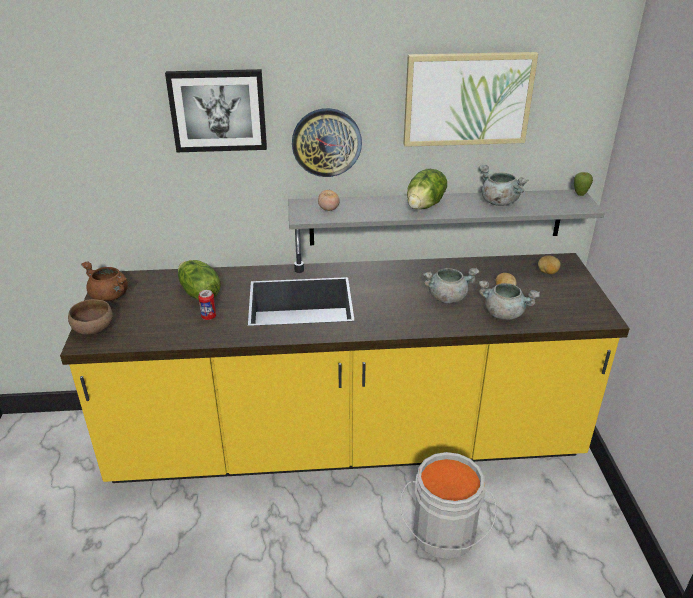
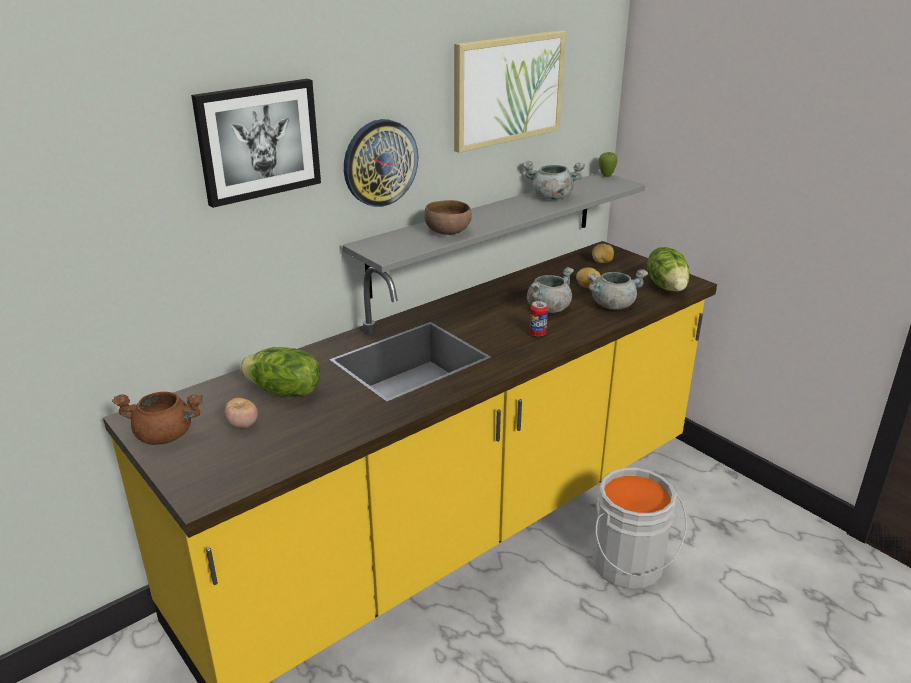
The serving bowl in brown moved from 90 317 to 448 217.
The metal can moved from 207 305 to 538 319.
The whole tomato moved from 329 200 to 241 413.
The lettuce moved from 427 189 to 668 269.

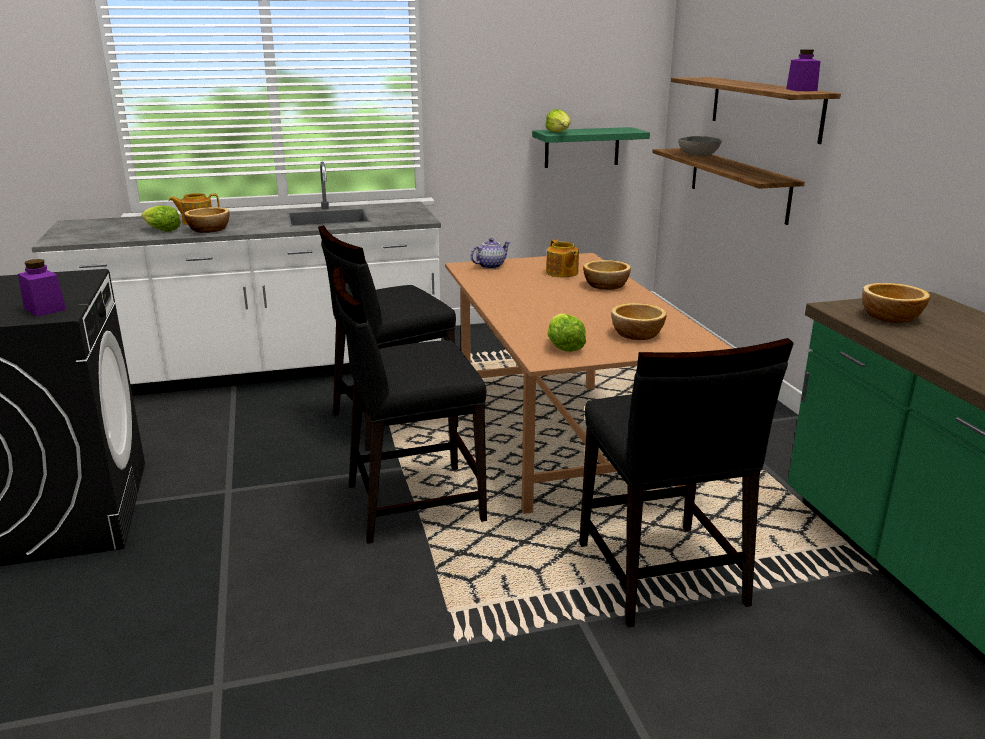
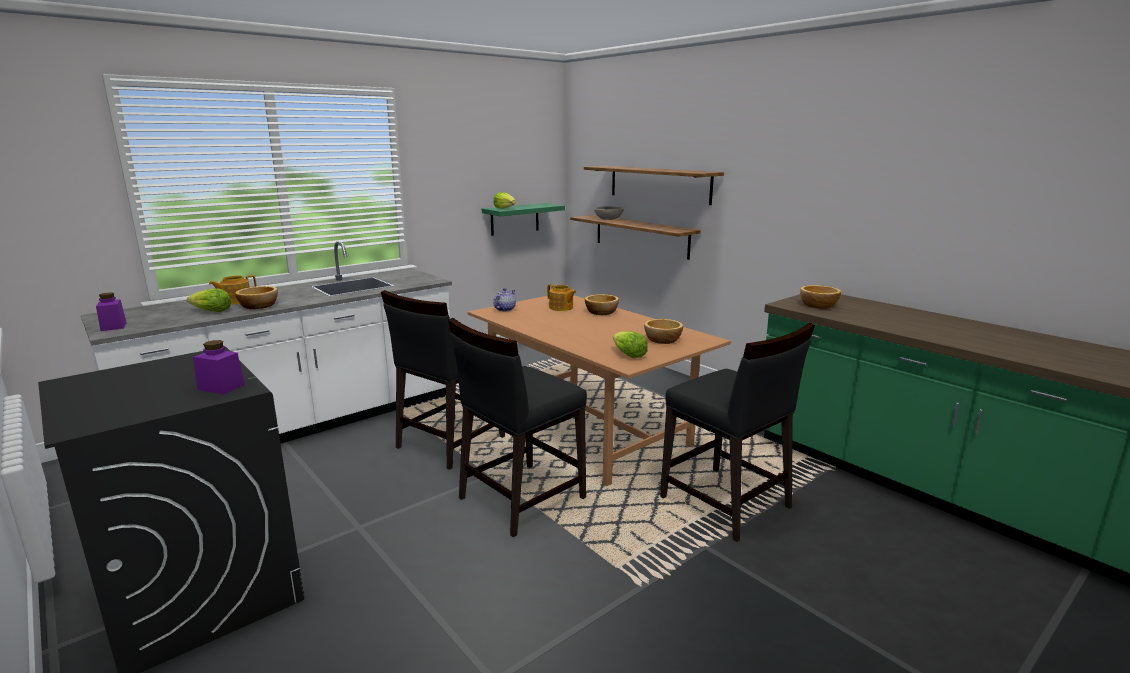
The jar in purplish moved from 803 70 to 111 312.

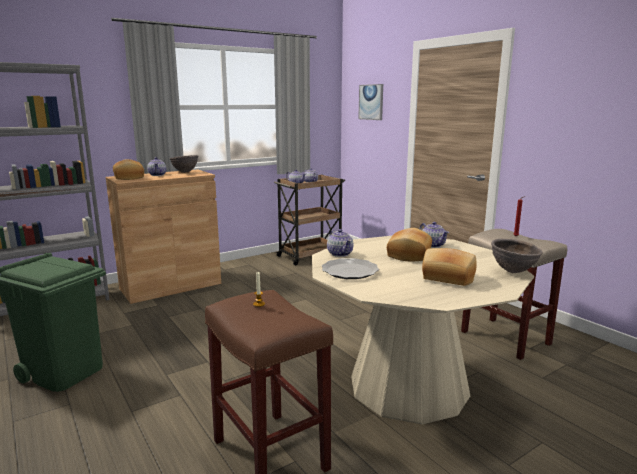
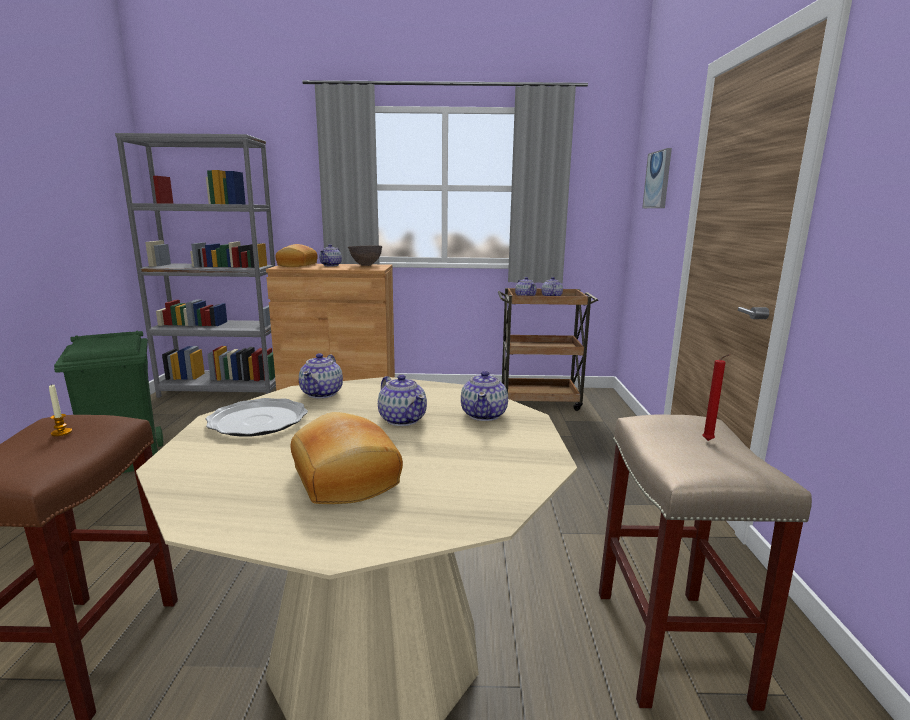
The baked bread at 409 244 was replaced by the pot for tea at 402 400.
The serving bowl in brown at 517 256 disappeared.

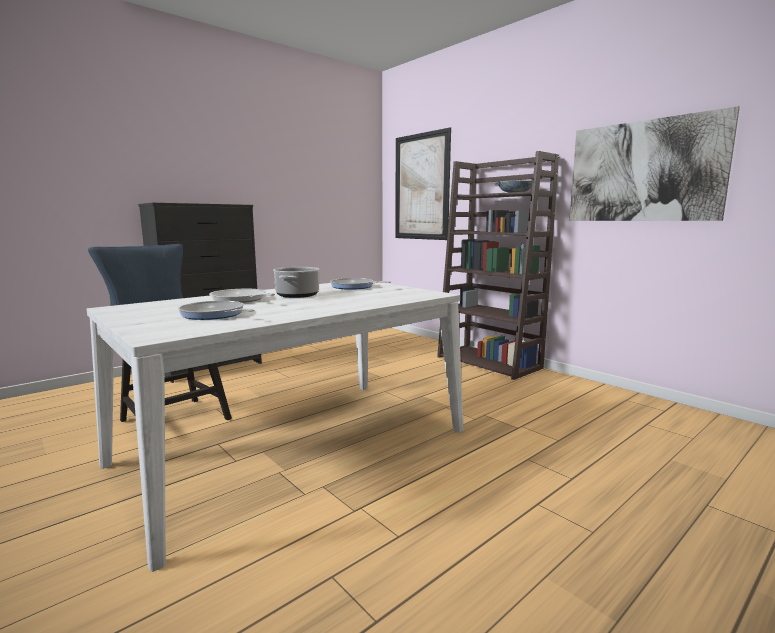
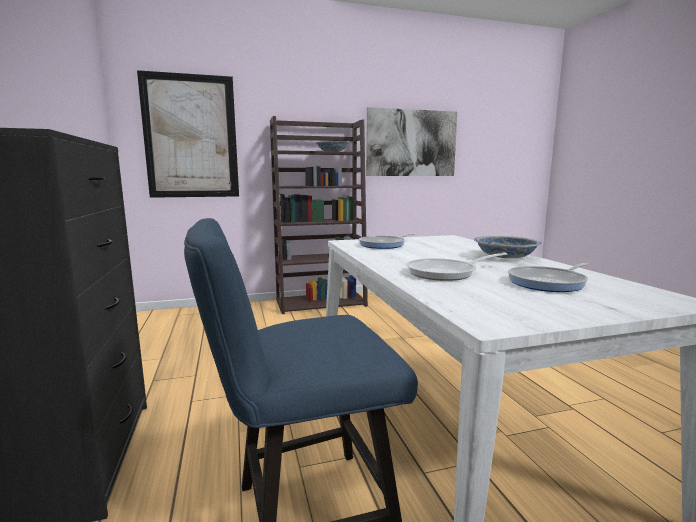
The saucepot at 296 282 disappeared.
The serving bowl at 508 247 appeared.

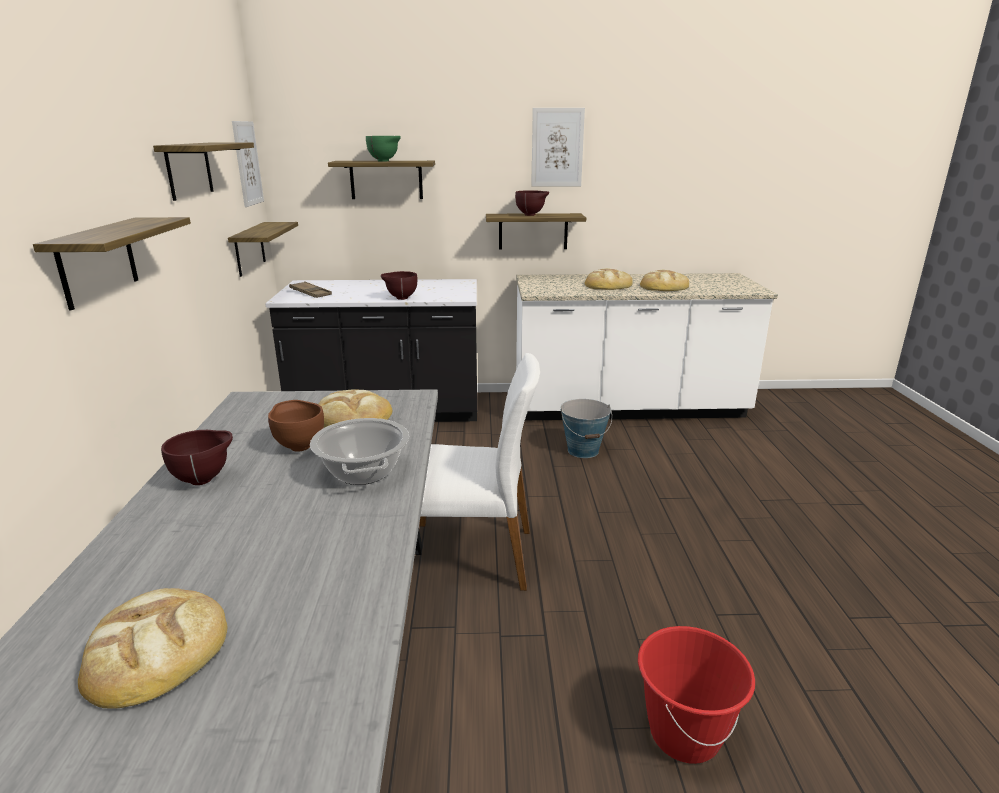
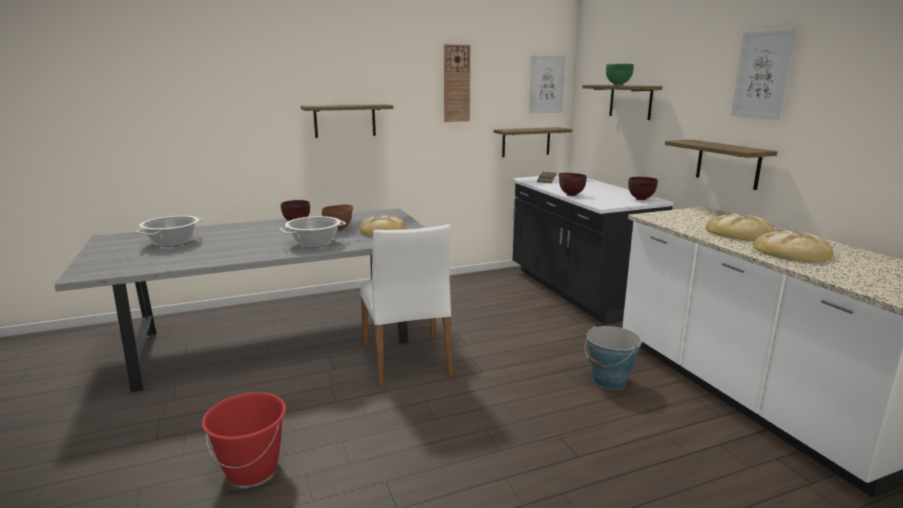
The baked bread at 152 648 was replaced by the saucepot at 169 231.
The wall shelf at 203 171 was replaced by the clock on the wall at 457 83.
The serving bowl in brown moved from 532 203 to 643 188.

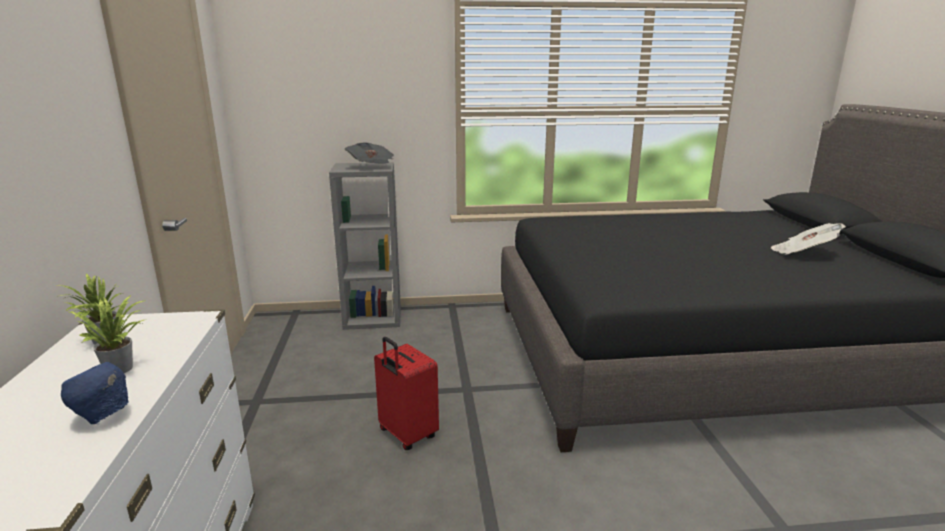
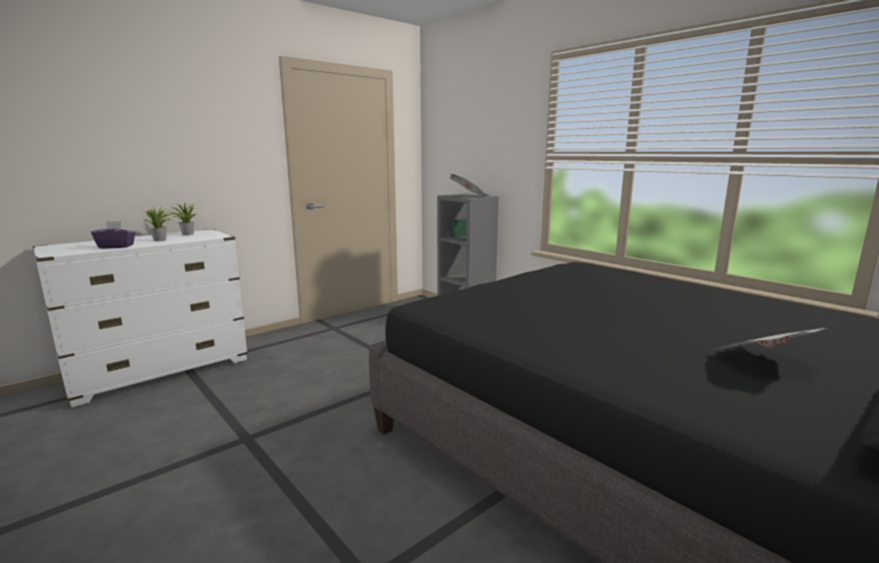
The serving bowl in bluish at 95 393 was replaced by the box of tissues in purplish at 113 234.
The travel case in red-coloured at 406 393 disappeared.

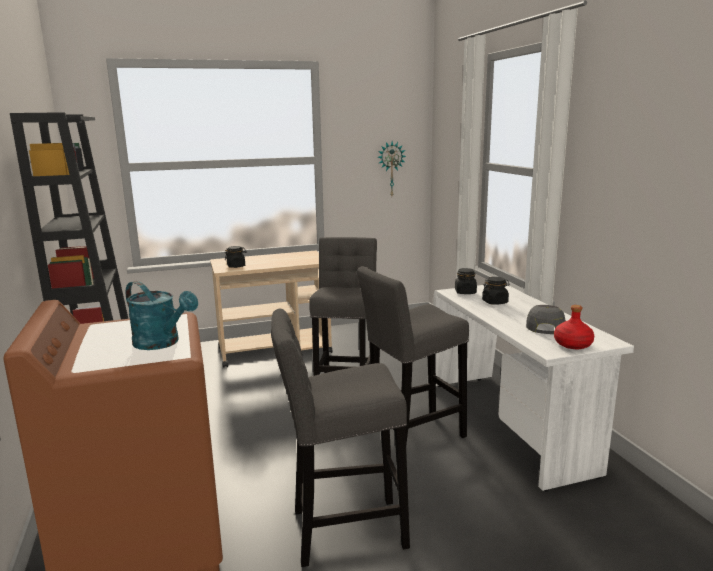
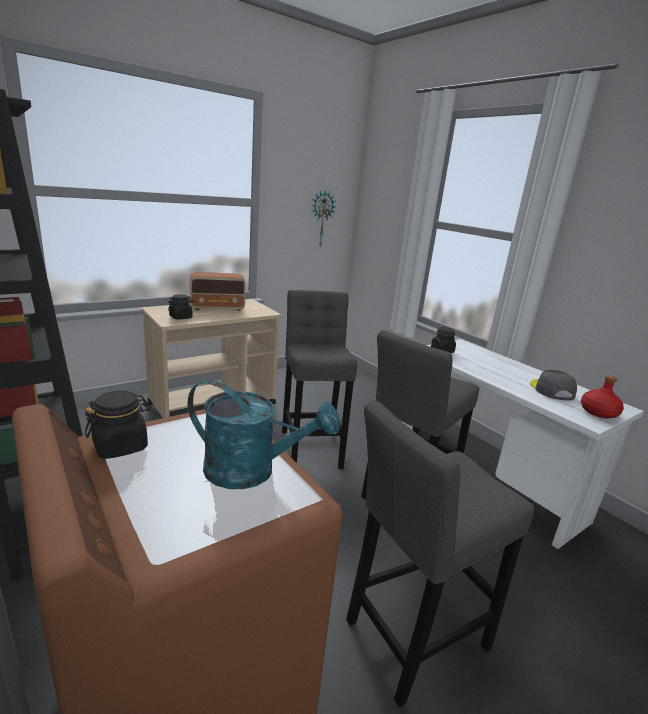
The jar in black-coloured moved from 496 291 to 118 425.
The radio at 218 291 appeared.

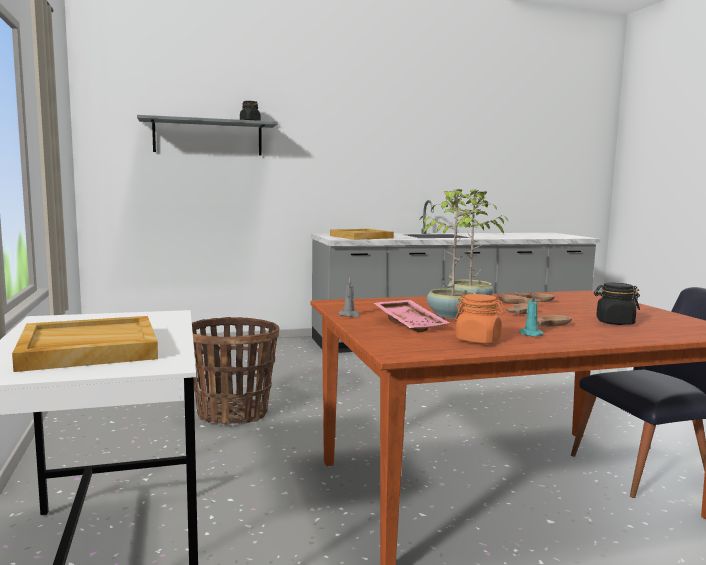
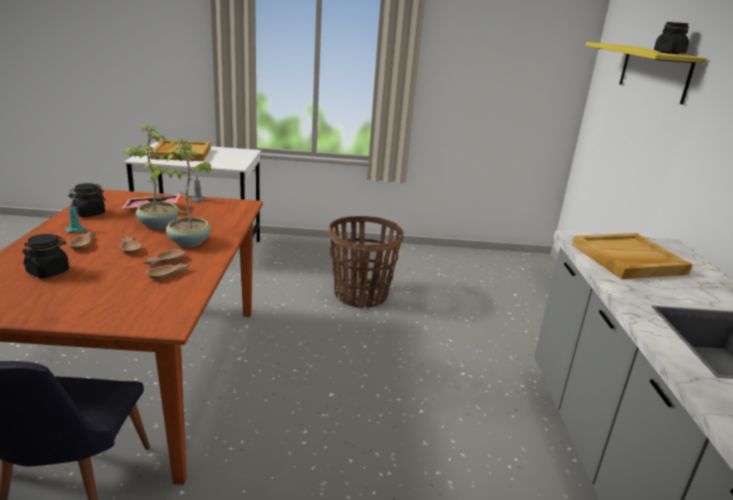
The wall shelf in greyish at 207 135 became the wall shelf in yellow at 646 73.
The jar in orange at 480 319 became the jar in black-coloured at 87 200.

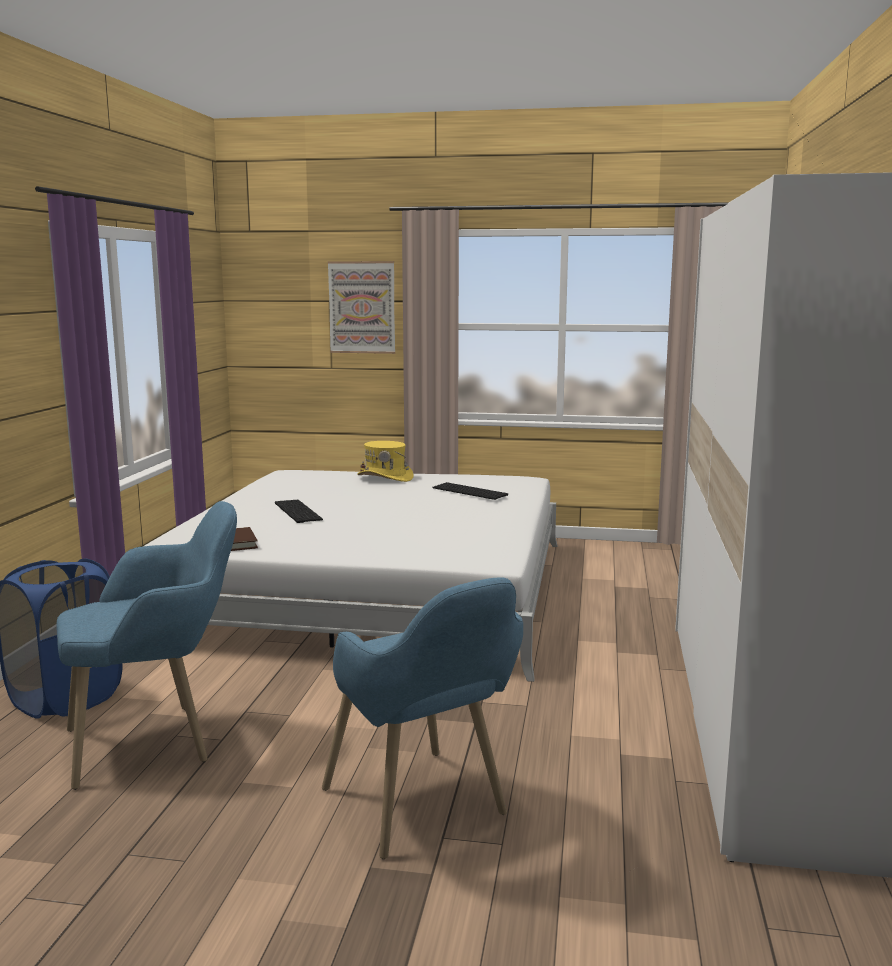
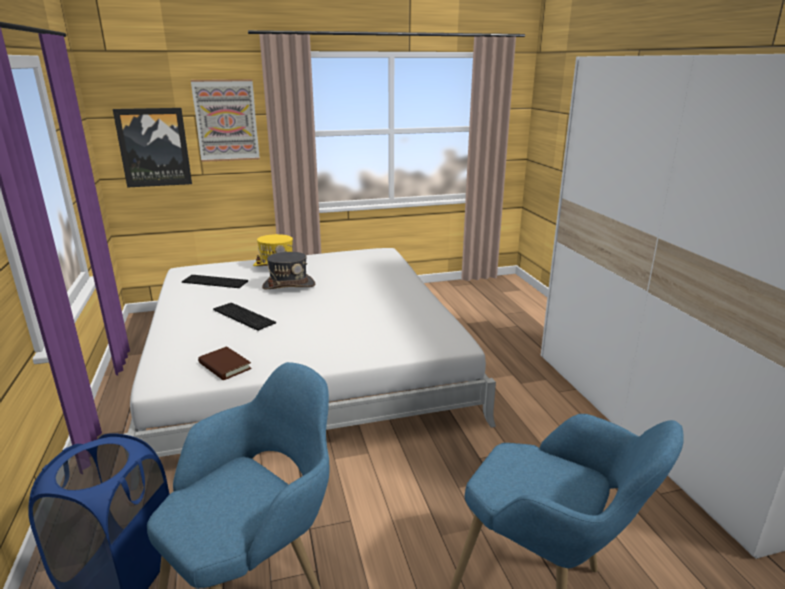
The computer keyboard moved from 470 491 to 215 281.
The picture at 152 148 appeared.
The wearable hat in greyish at 288 270 appeared.

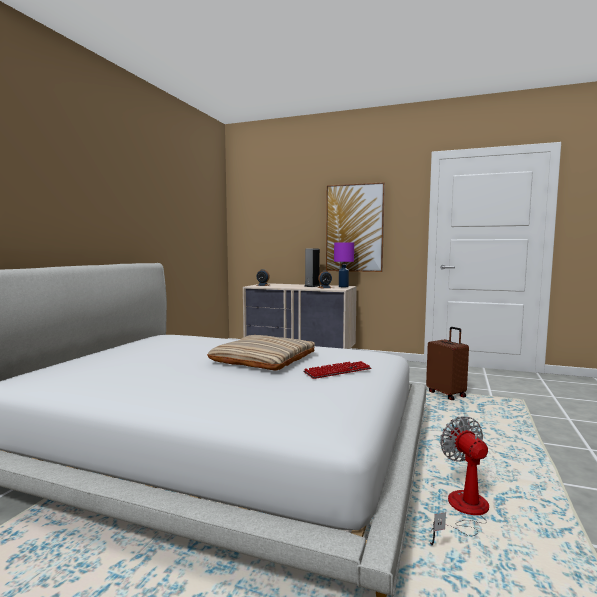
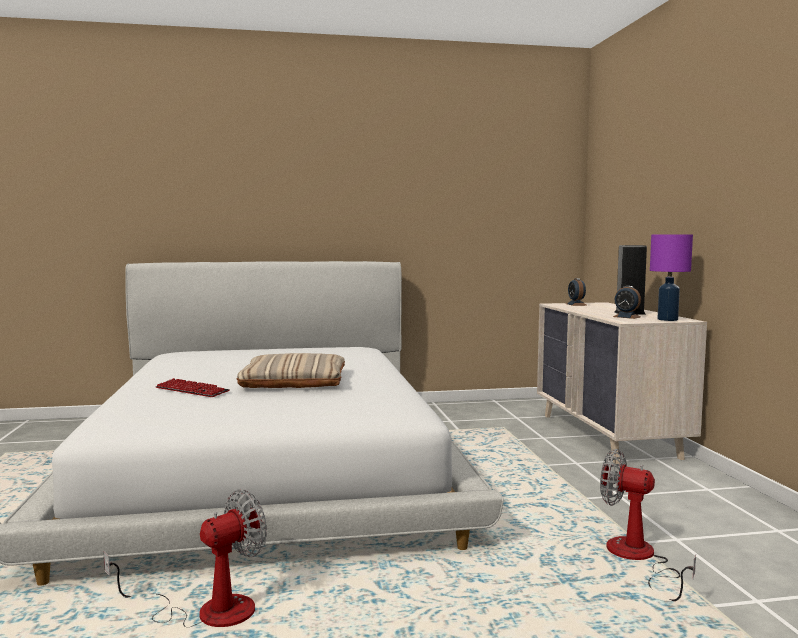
The computer keyboard moved from 337 370 to 193 387.
The picture at 355 227 disappeared.
The travel case in brown at 447 363 was replaced by the electric fan at 648 525.

